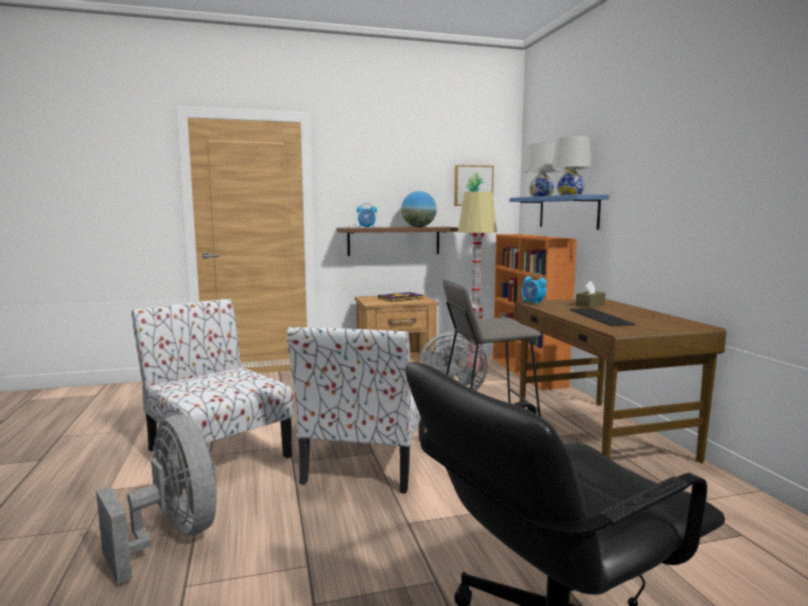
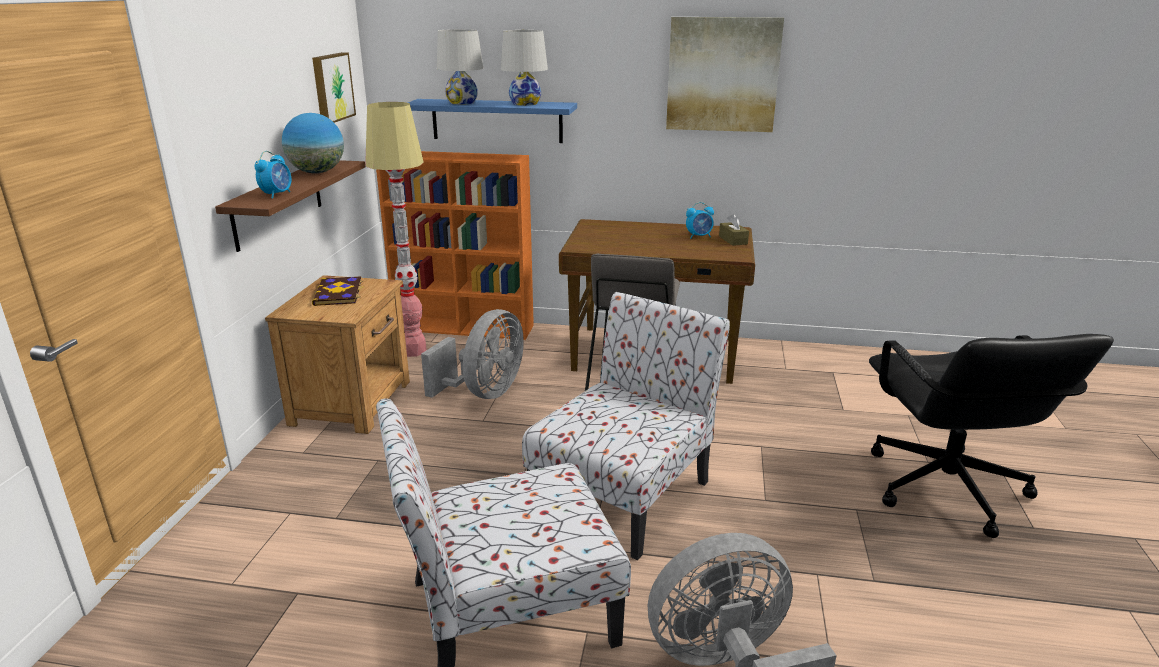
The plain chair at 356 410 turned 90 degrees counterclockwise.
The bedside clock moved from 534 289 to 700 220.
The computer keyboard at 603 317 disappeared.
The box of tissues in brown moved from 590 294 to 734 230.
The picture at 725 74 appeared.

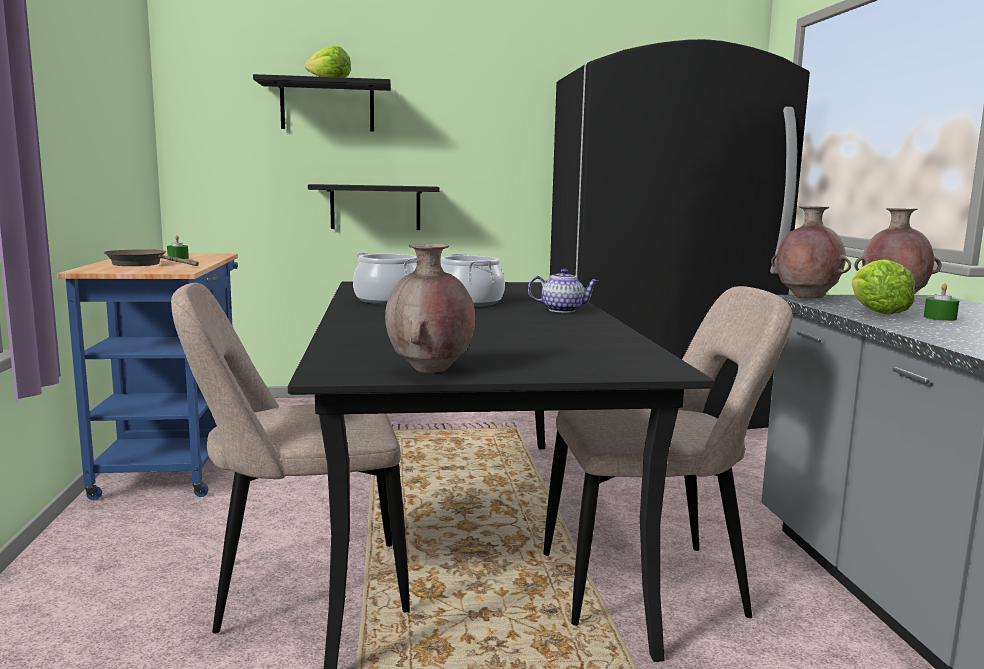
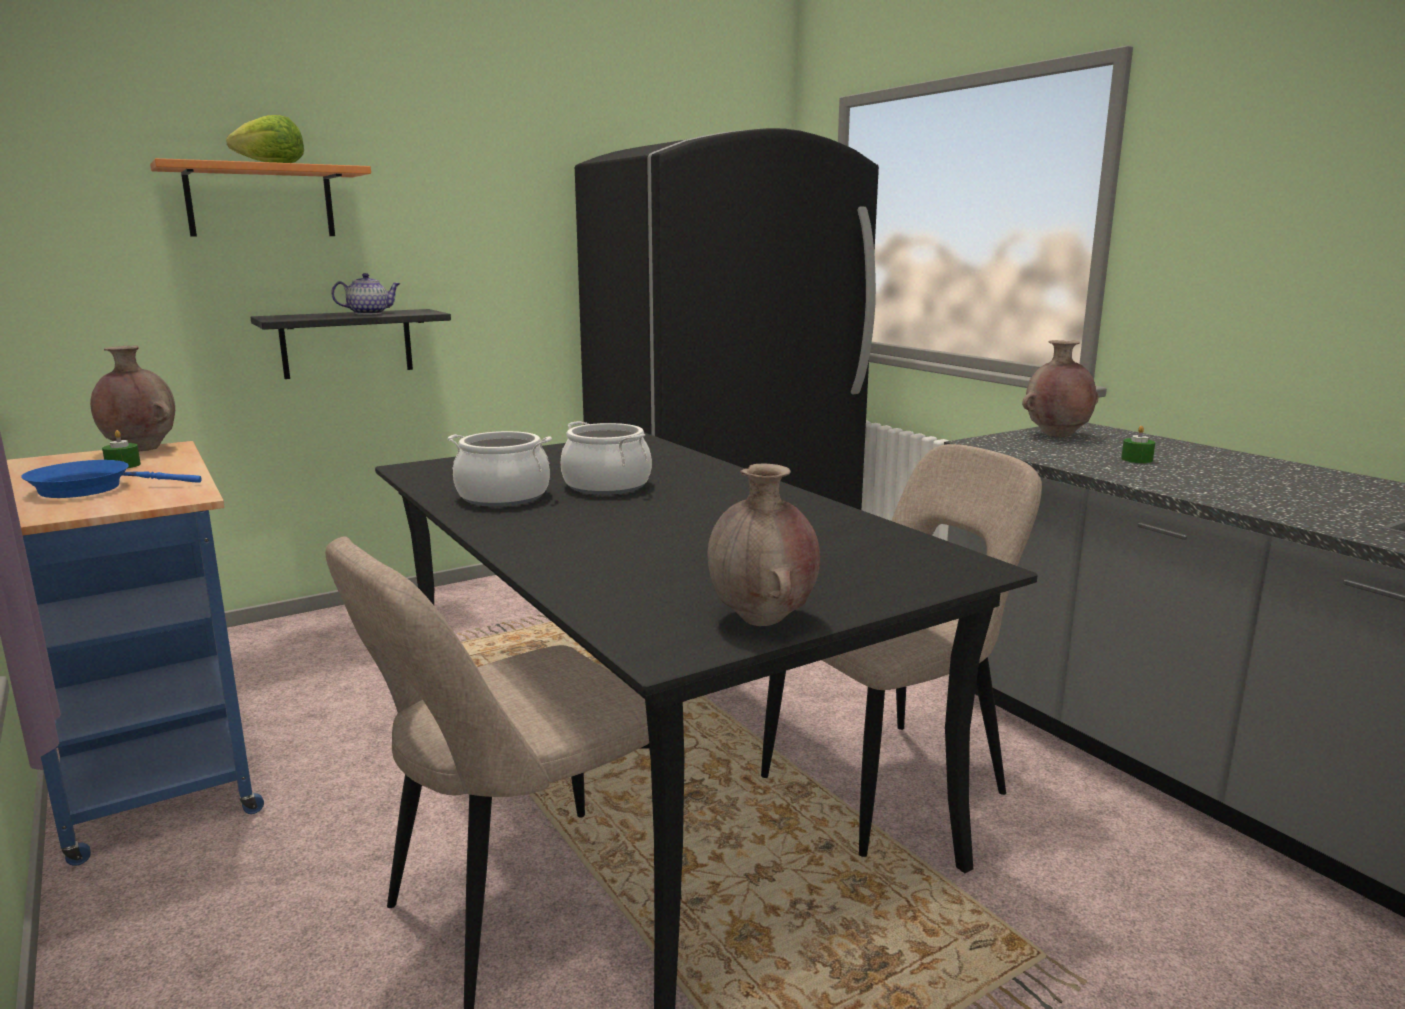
The skillet in brown at 151 257 became the skillet in bluish at 111 479.
The wall shelf in black-coloured at 322 103 became the wall shelf in orange at 260 197.
The pot for tea moved from 563 290 to 365 294.
The decorative vase in brown moved from 811 252 to 132 398.
The lettuce at 883 287 disappeared.

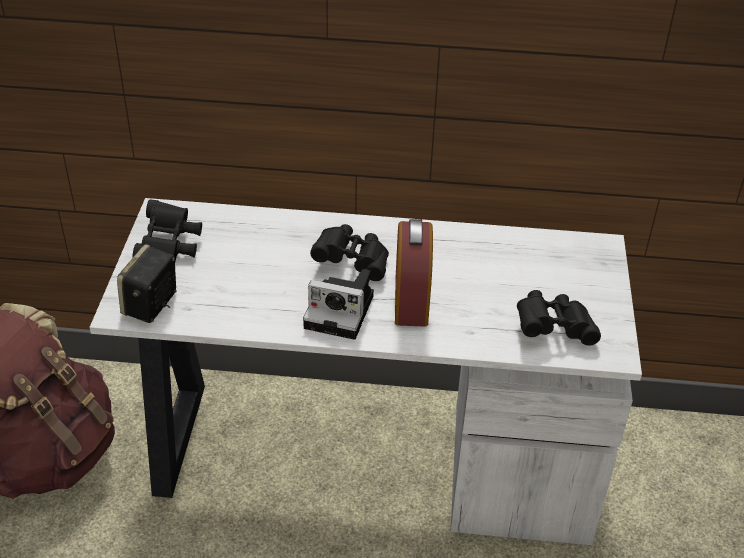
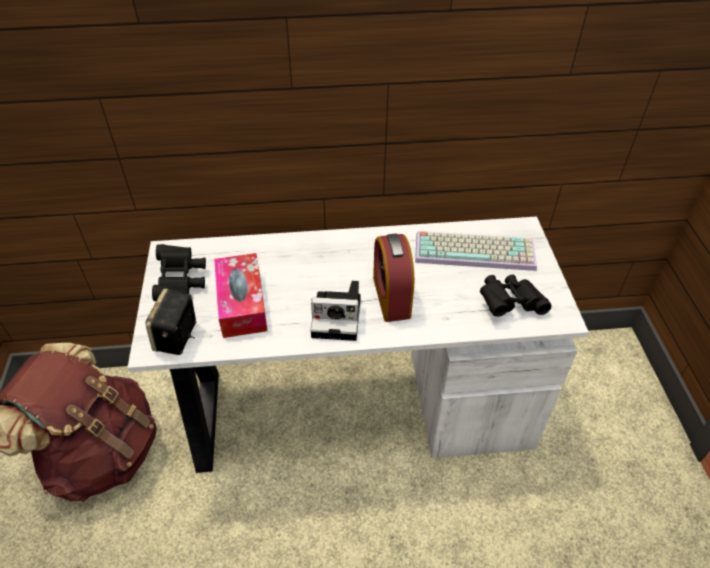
The pair of binoculars in black-coloured at 349 252 disappeared.
The box of tissues at 241 295 appeared.
The computer keyboard at 476 251 appeared.

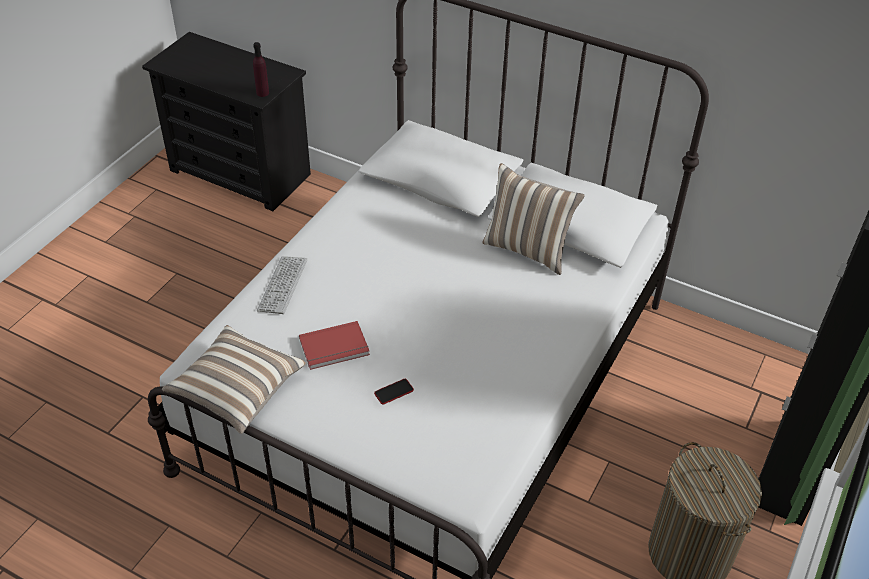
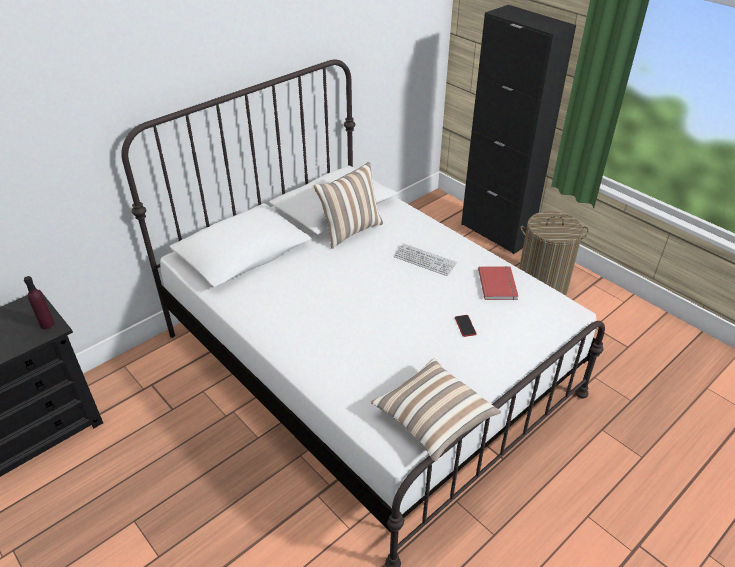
The computer keyboard moved from 282 285 to 425 259.
The bound book in red-coloured moved from 334 345 to 498 283.

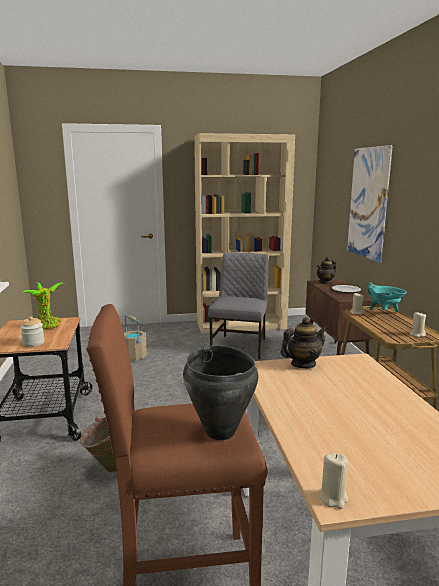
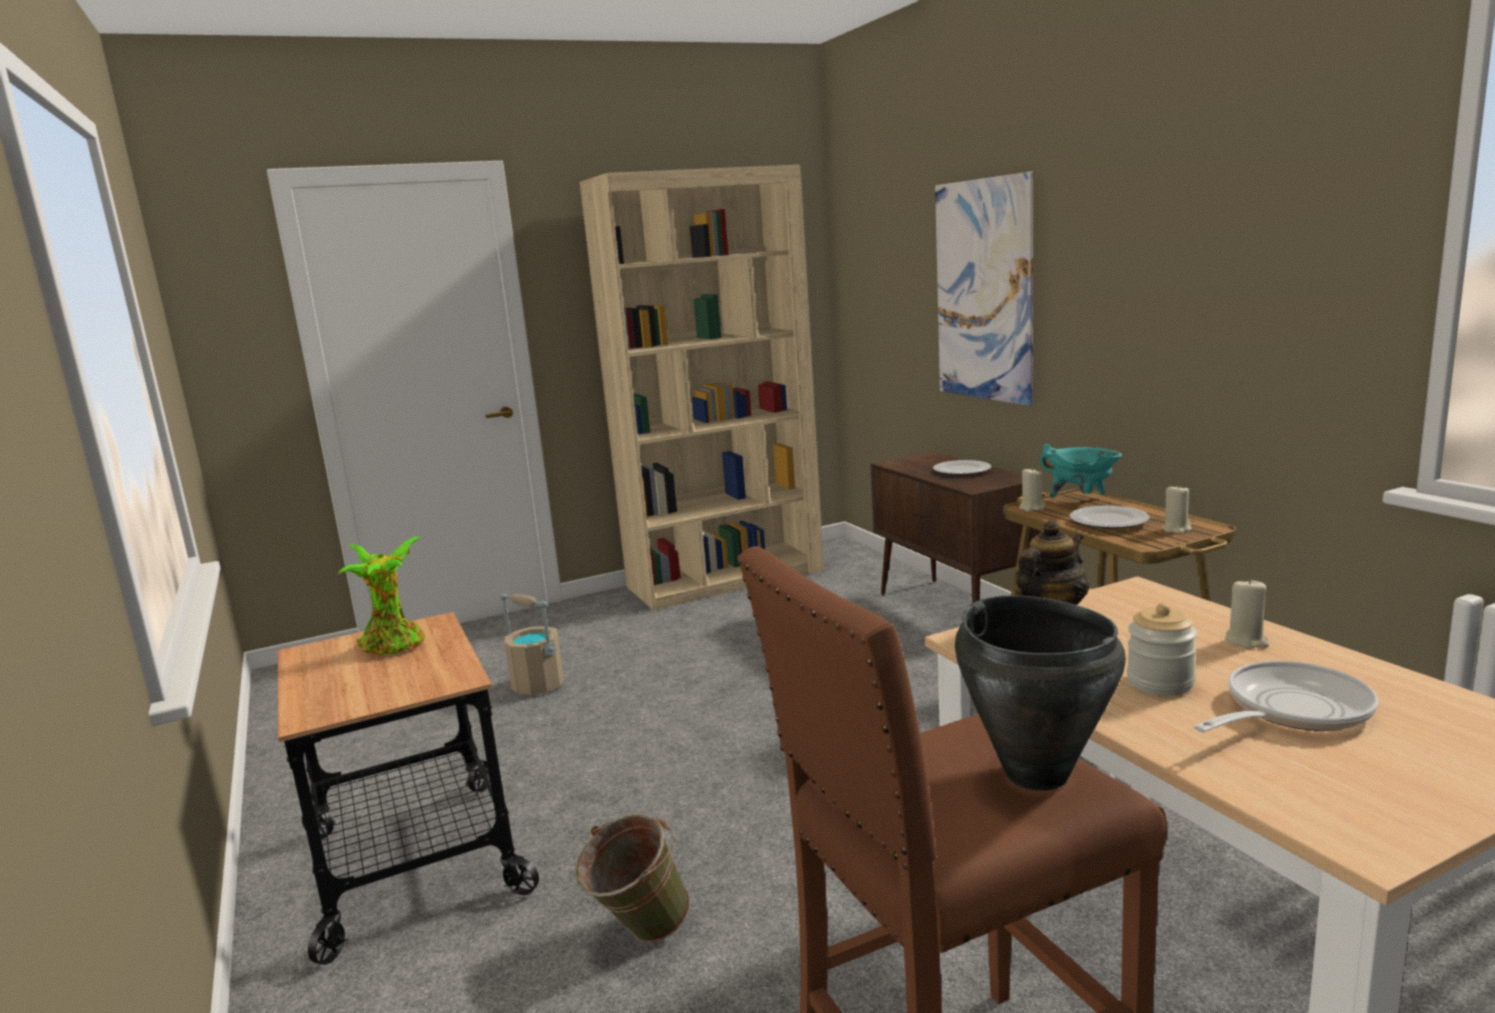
The jar moved from 32 331 to 1162 649.
The plain chair in greyish at 238 305 disappeared.
The pot for tea at 326 270 disappeared.
The wax light in beige-coloured moved from 333 480 to 1247 613.
The dinner plate at 1109 517 appeared.
The skillet at 1285 696 appeared.

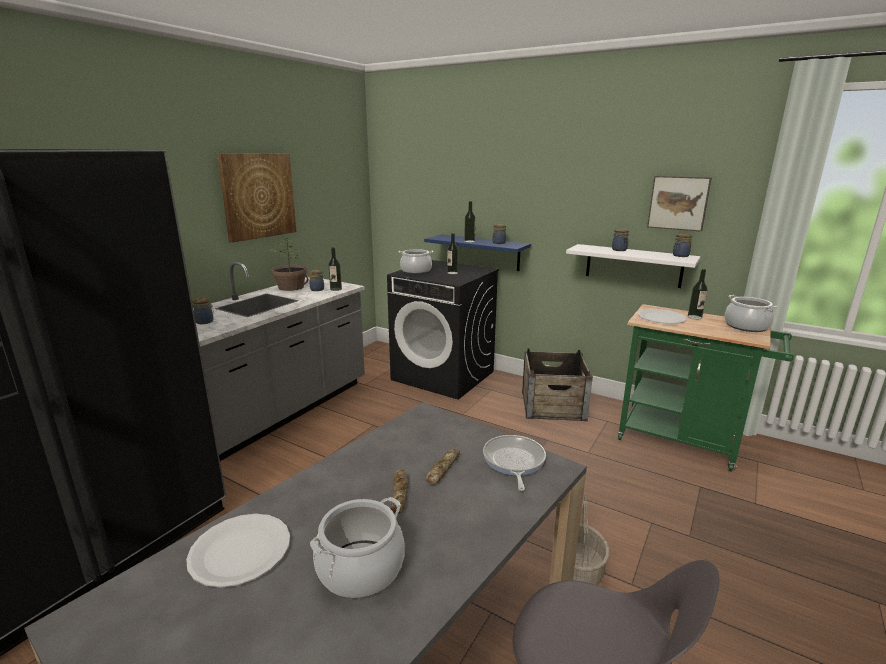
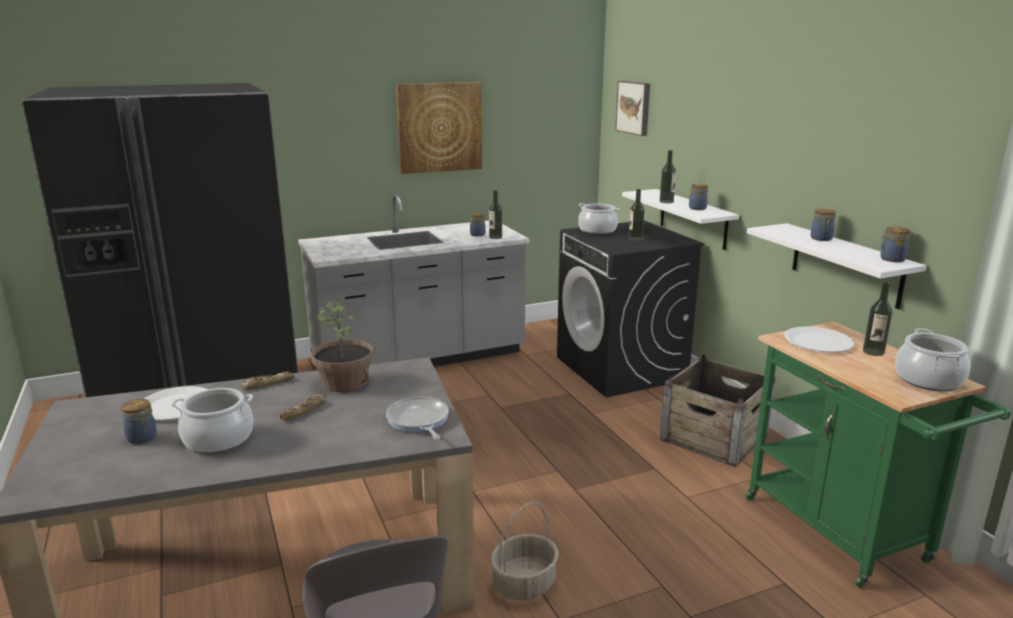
The jar moved from 203 311 to 139 421.
The plant in a pot moved from 289 264 to 342 345.
The wall shelf in bluish at 477 252 became the wall shelf in white-coloured at 680 219.
The baked bread moved from 443 466 to 268 381.
The skillet at 514 463 turned 60 degrees counterclockwise.
The picture moved from 679 204 to 632 108.

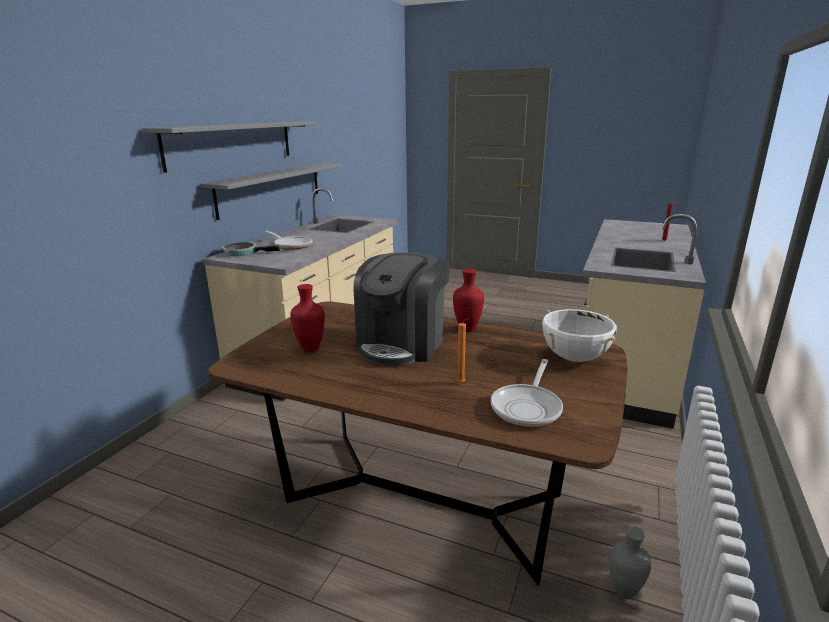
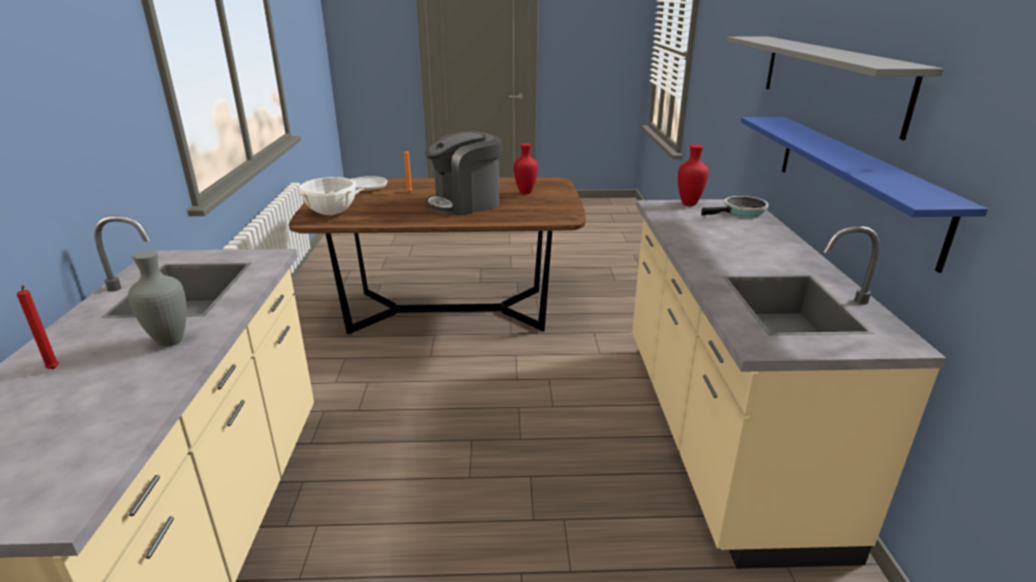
The wall shelf in greyish at 271 191 became the wall shelf in bluish at 864 195.
The skillet at 288 240 disappeared.
The coffee machine at 402 309 turned 120 degrees counterclockwise.
The decorative vase in red-coloured moved from 468 300 to 693 175.
The decorative vase in greyish moved from 630 563 to 157 298.

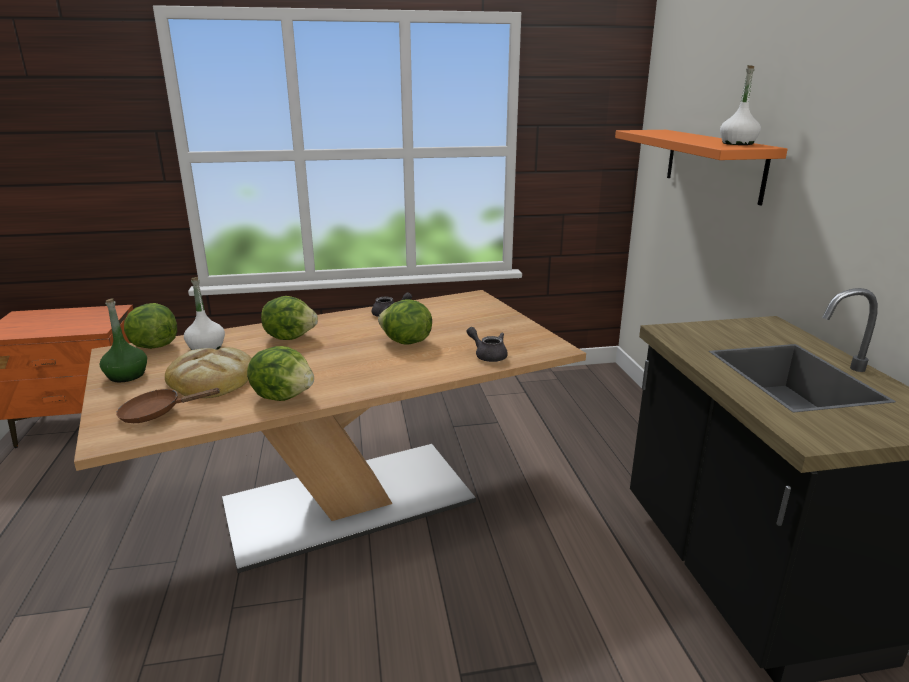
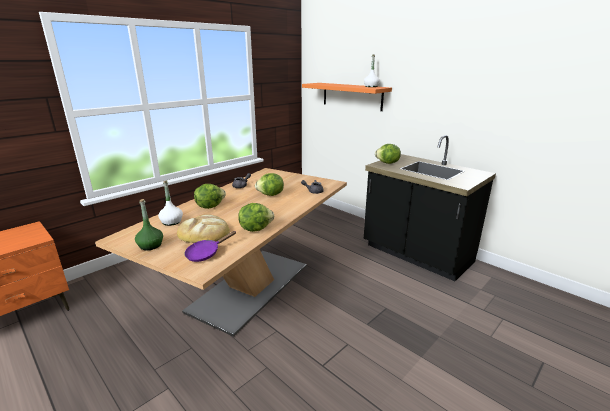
The skillet in brown at 168 405 became the skillet in purplish at 210 246.
The lettuce moved from 150 326 to 388 154.

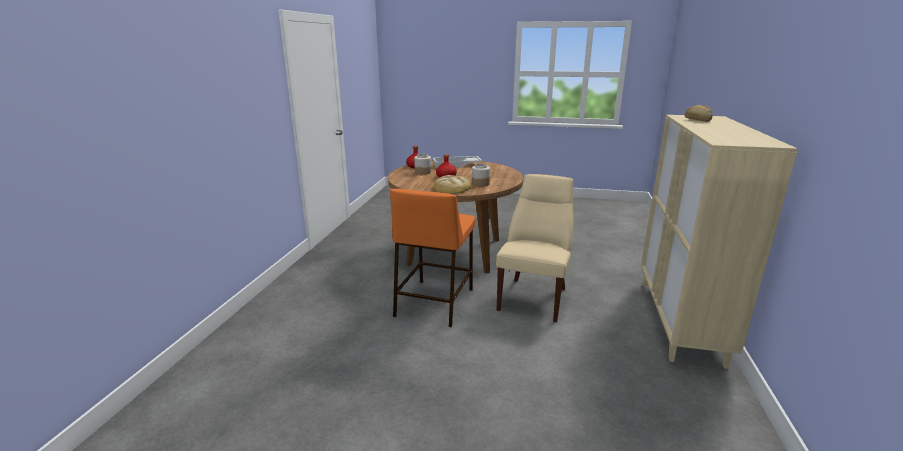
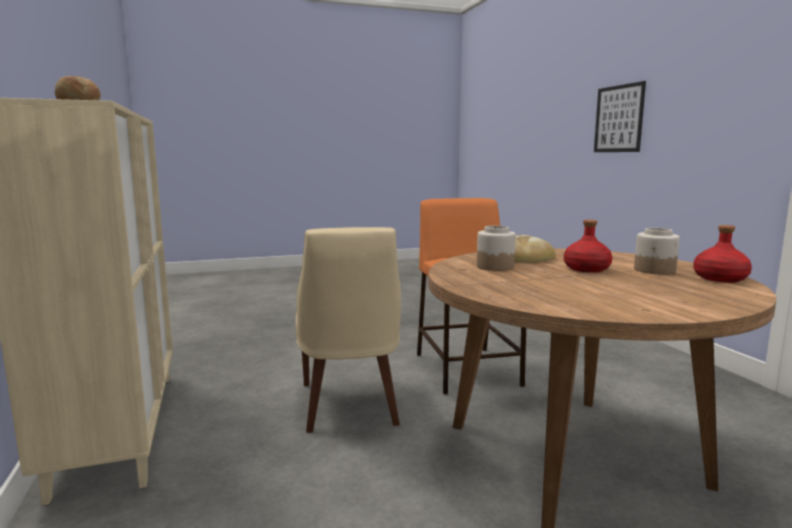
The tray in white-coloured at 457 162 disappeared.
The picture at 620 116 appeared.

